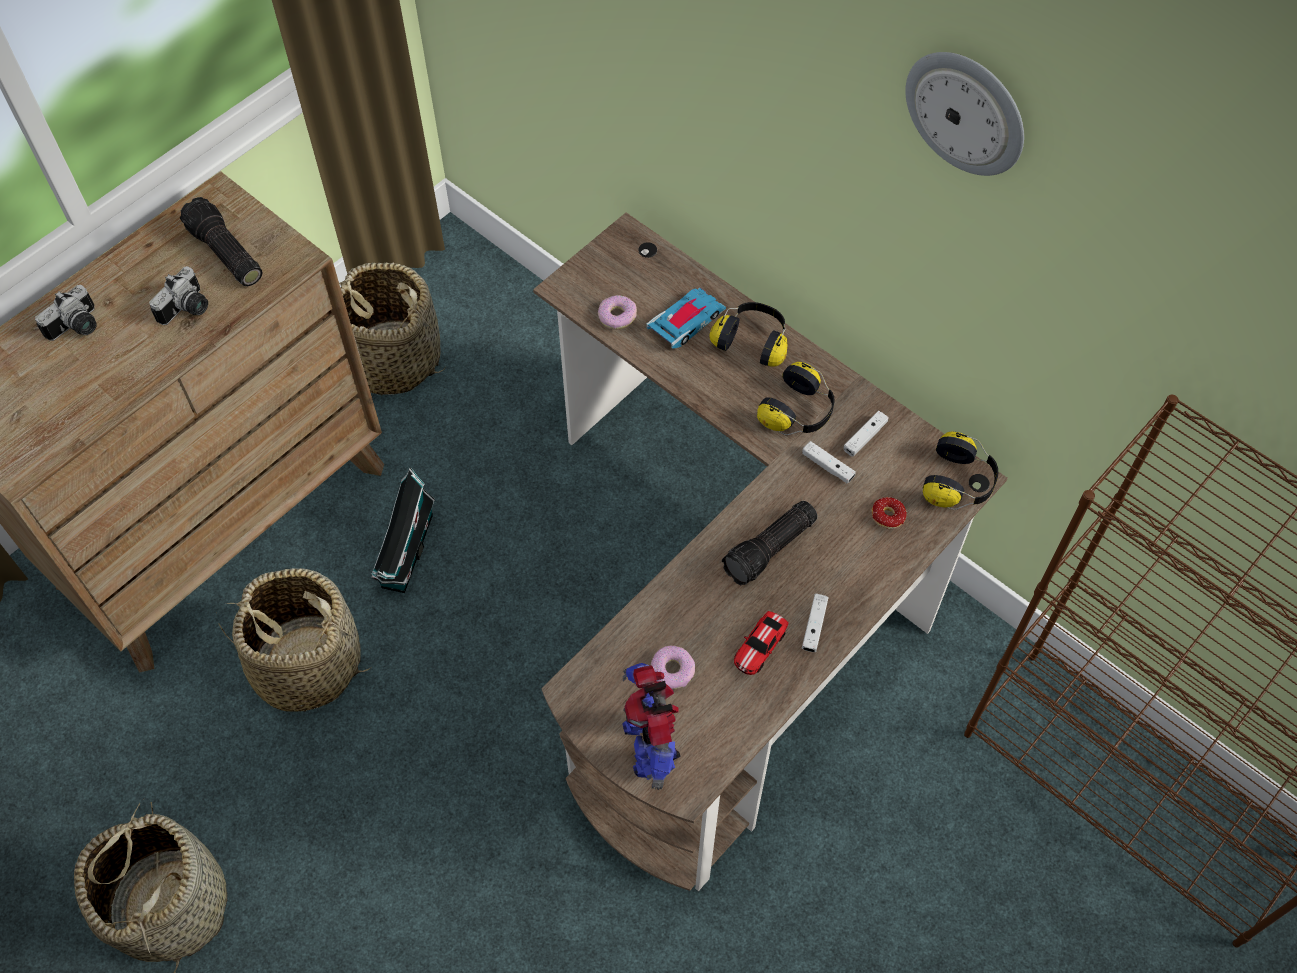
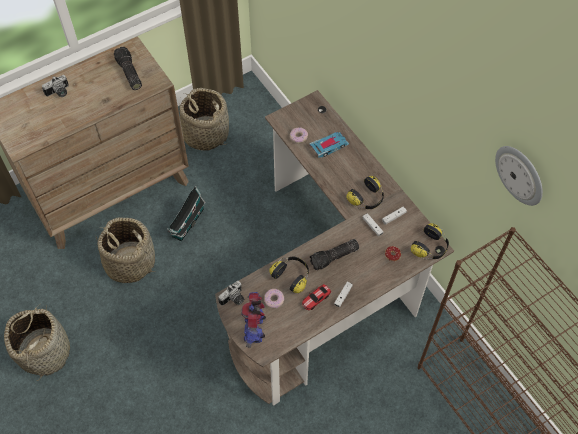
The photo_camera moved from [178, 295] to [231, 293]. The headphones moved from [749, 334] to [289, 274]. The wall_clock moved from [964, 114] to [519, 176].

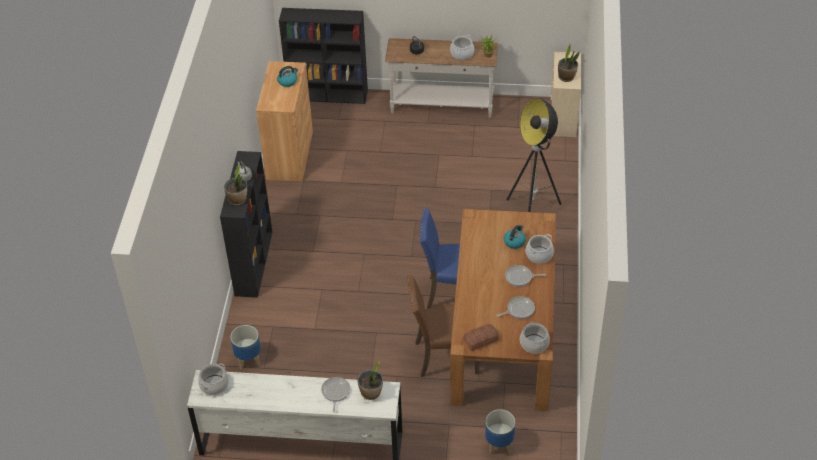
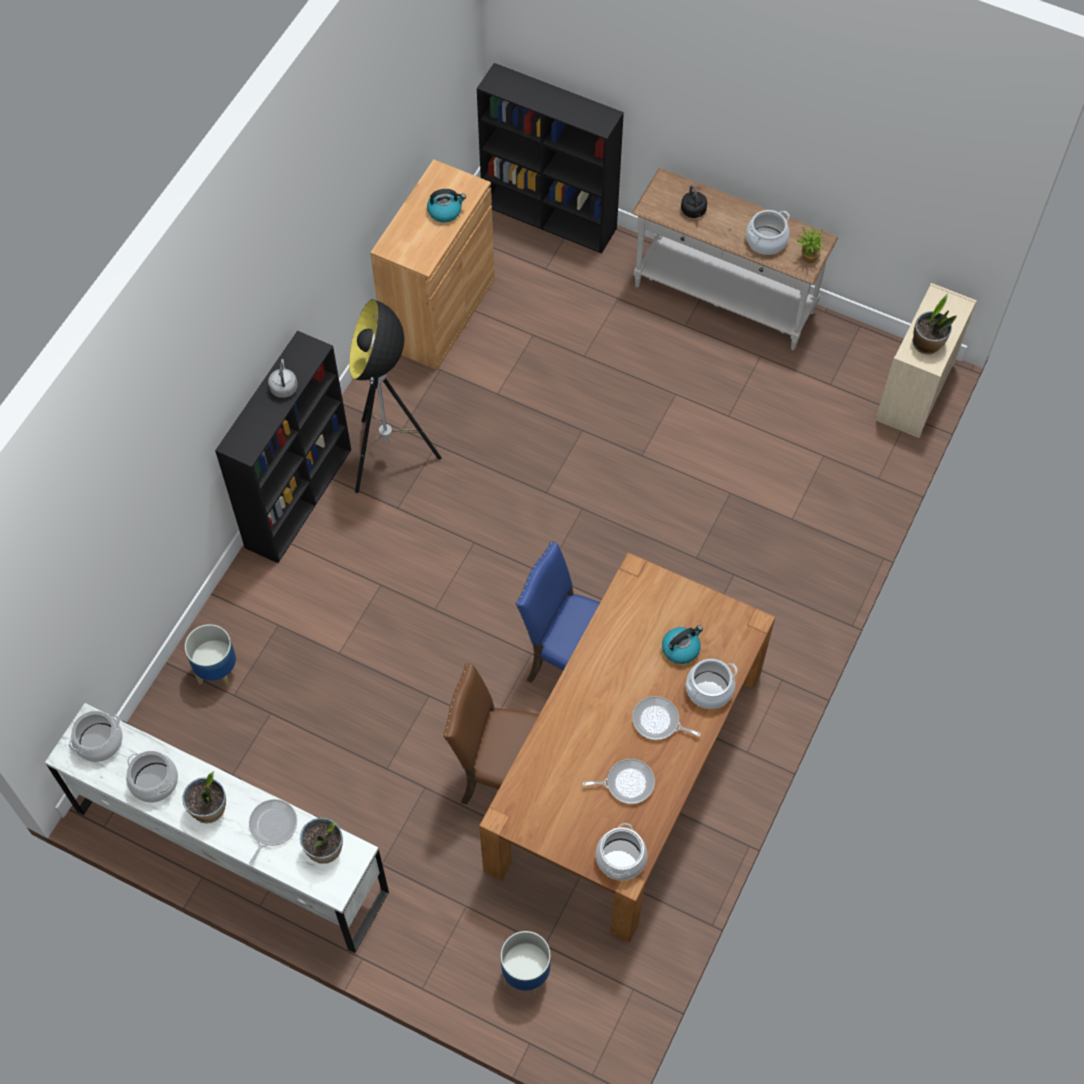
The potted_plant moved from [235, 184] to [204, 797]. The bread at [481, 337] disappeared. The floor_lamp moved from [533, 155] to [395, 396]. The cooking_pot at [152, 777] appeared.

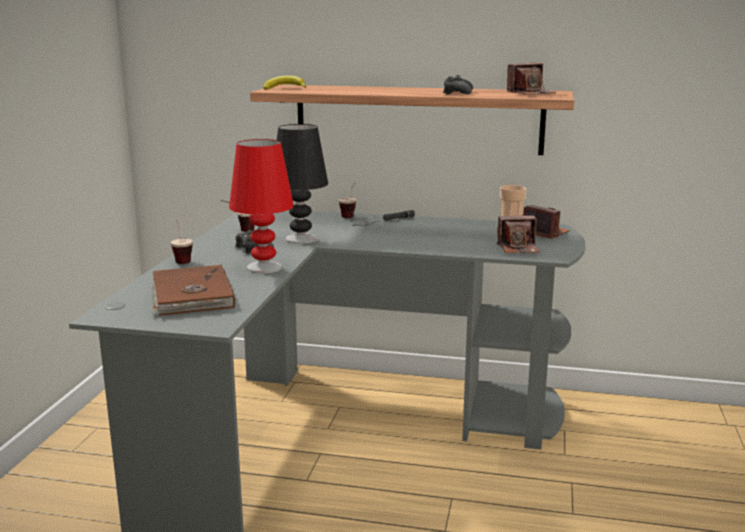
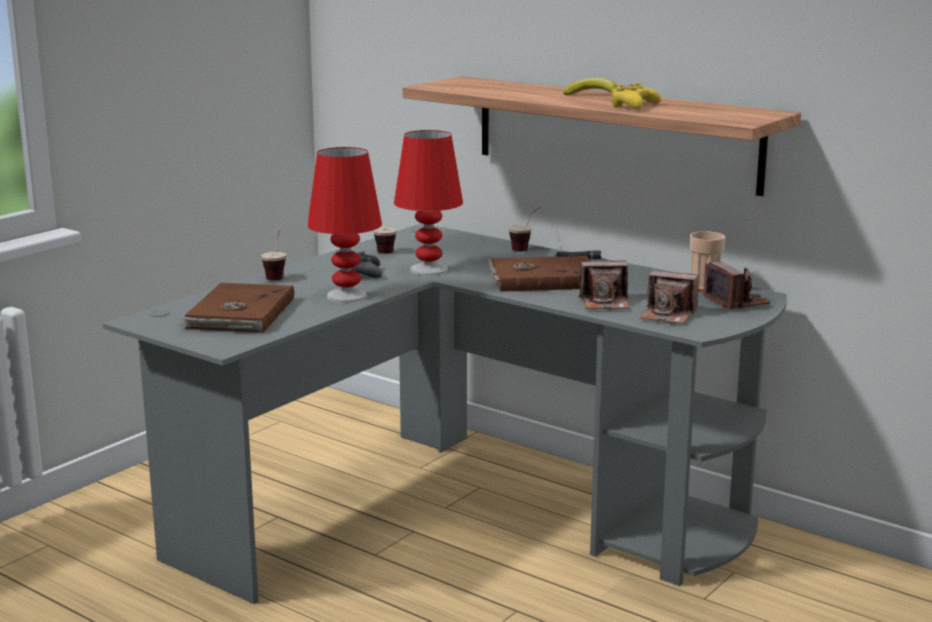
The banana moved from [285, 83] to [590, 86]. The black_table_lamp at [302, 184] became the red_table_lamp at [428, 203]. The black_game_controller at [458, 84] became the yellow_game_controller at [636, 96]. The photo_camera moved from [531, 78] to [603, 285]. The brown_book at [539, 274] appeared.

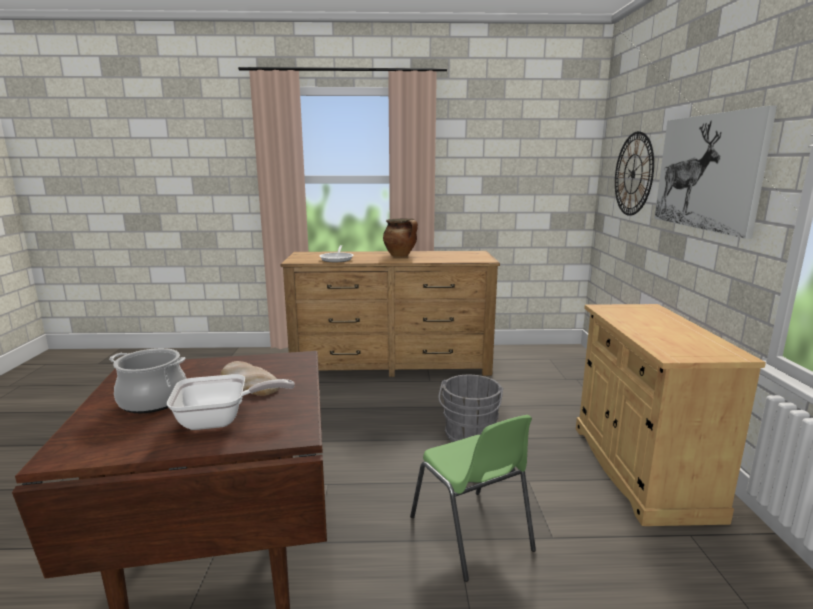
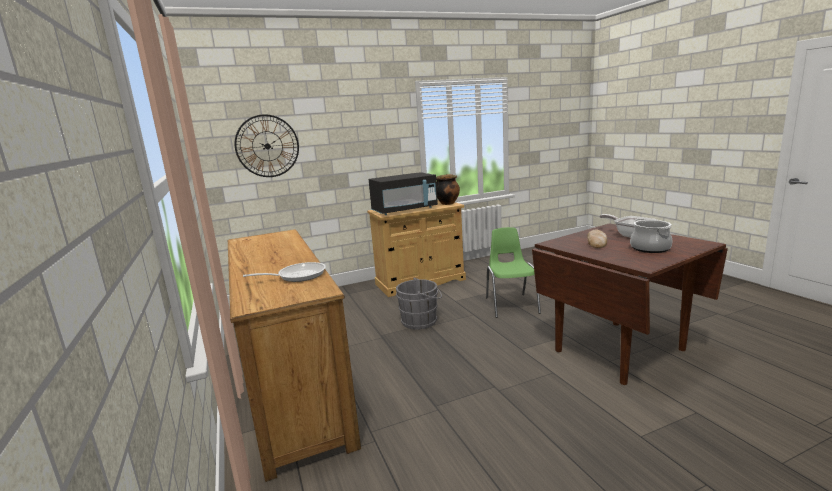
The cooking_pot moved from [400, 238] to [448, 189]. The green_chair at [473, 498] turned 45 degrees counterclockwise. The picture at [715, 172] disappeared. The black_microwave at [403, 193] appeared.

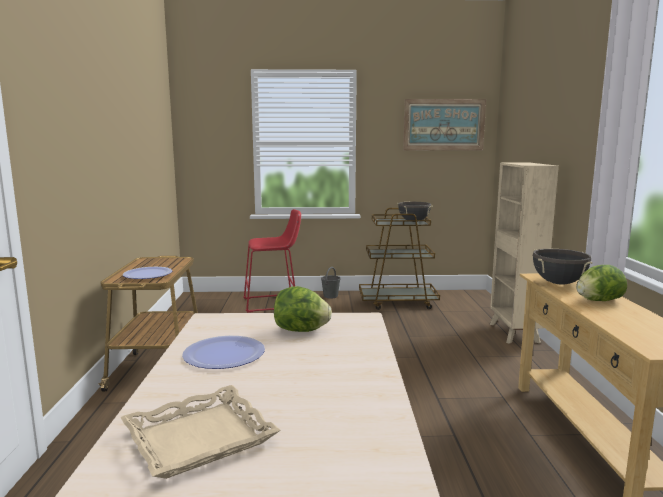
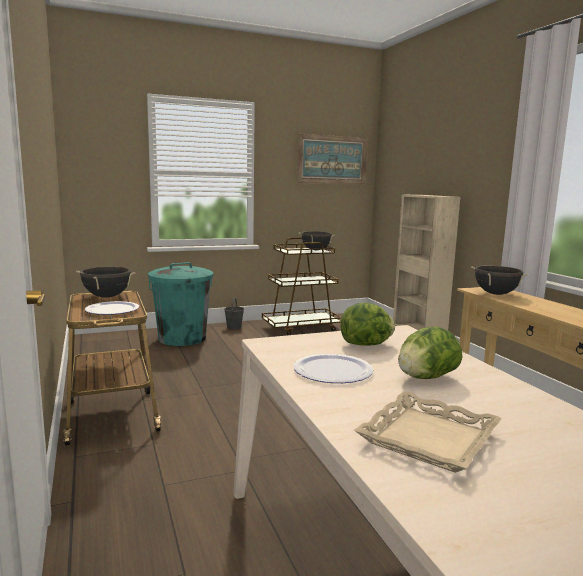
The red_stool at [272, 261] was replaced by the turquoise_trash_can at [180, 304]. The lettuce moved from [601, 283] to [430, 353]. The black_cooking_pot at [106, 282] appeared.

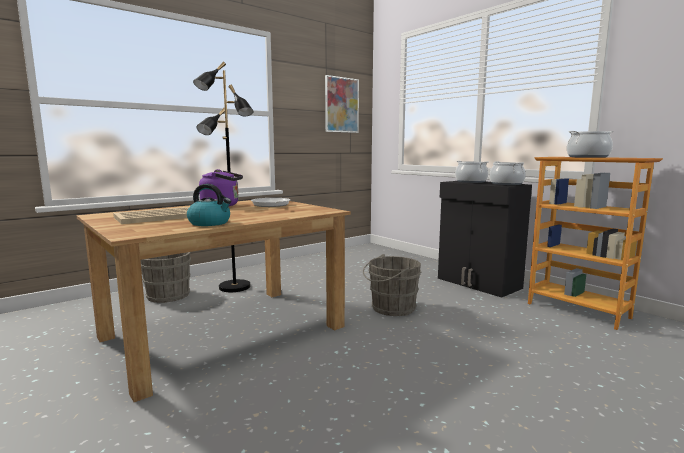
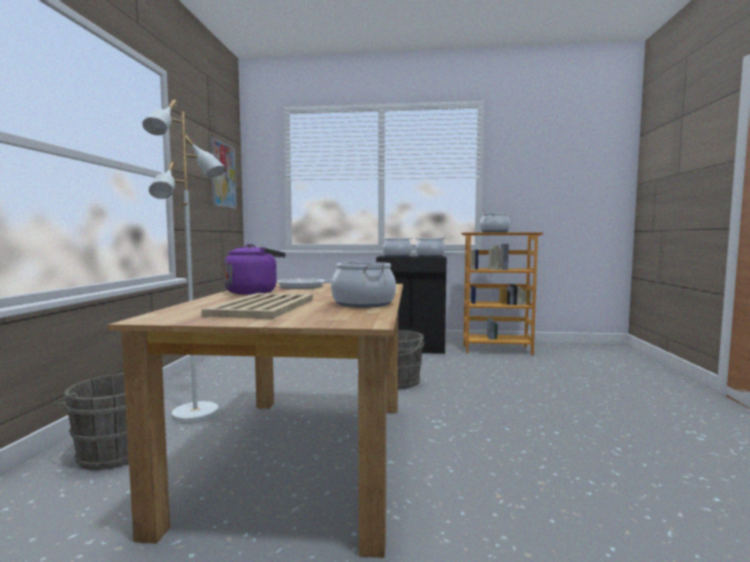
The kettle at [209, 205] was replaced by the cooking_pot at [363, 284]. The black_floor_lamp at [223, 177] became the white_floor_lamp at [183, 261].

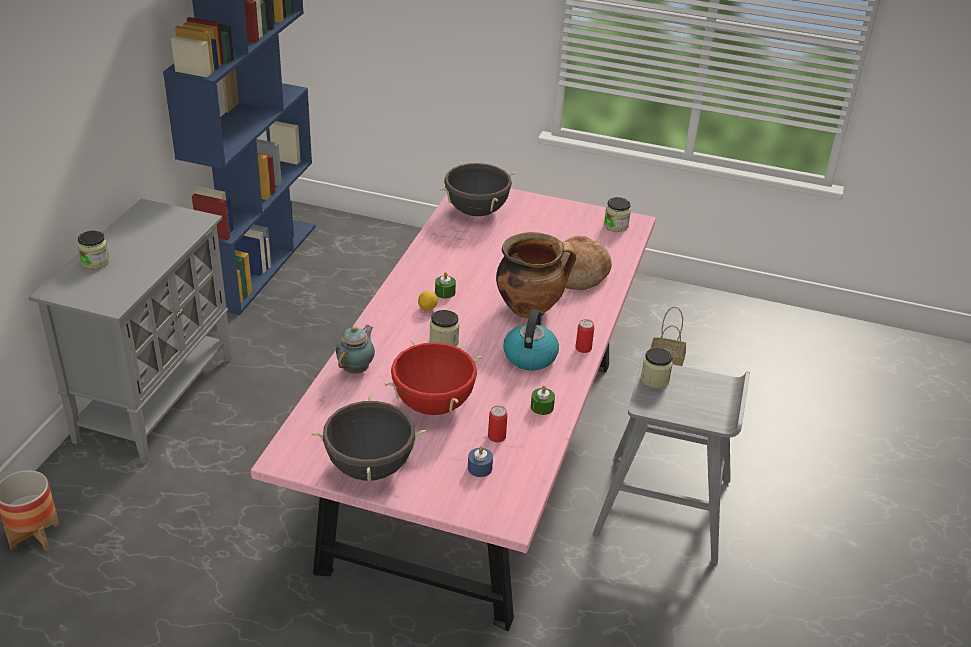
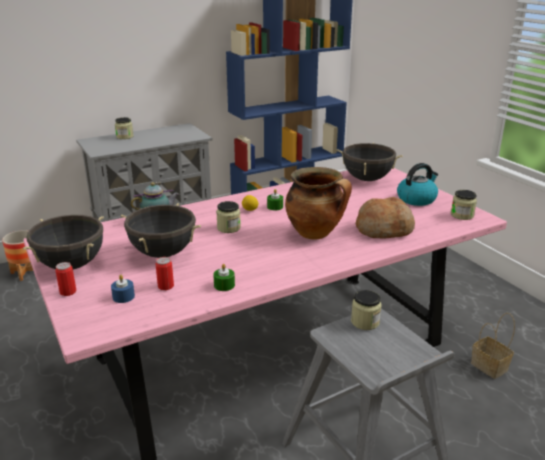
The red_cooking_pot at [433, 377] became the black_cooking_pot at [161, 230]. The kettle moved from [531, 339] to [417, 184]. The can moved from [585, 336] to [66, 279].

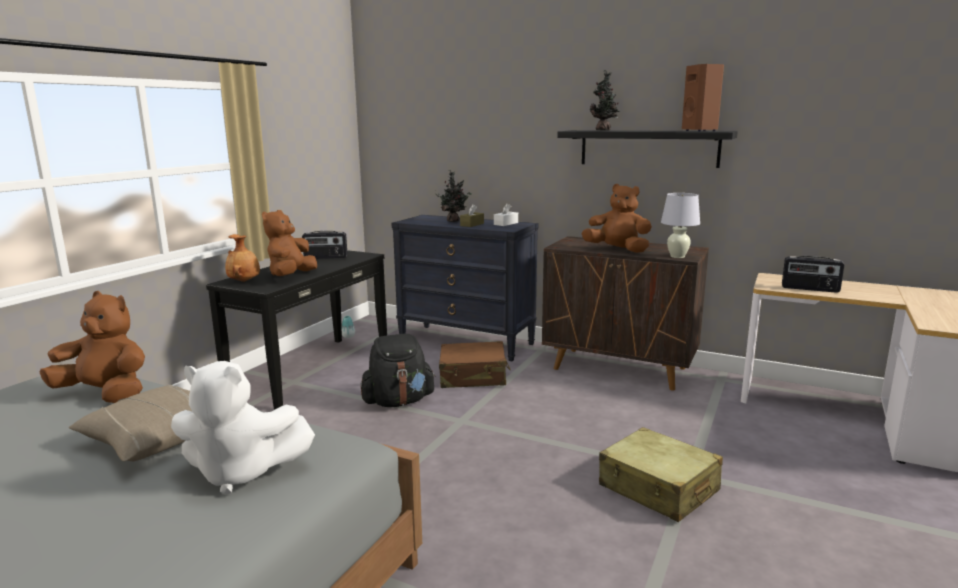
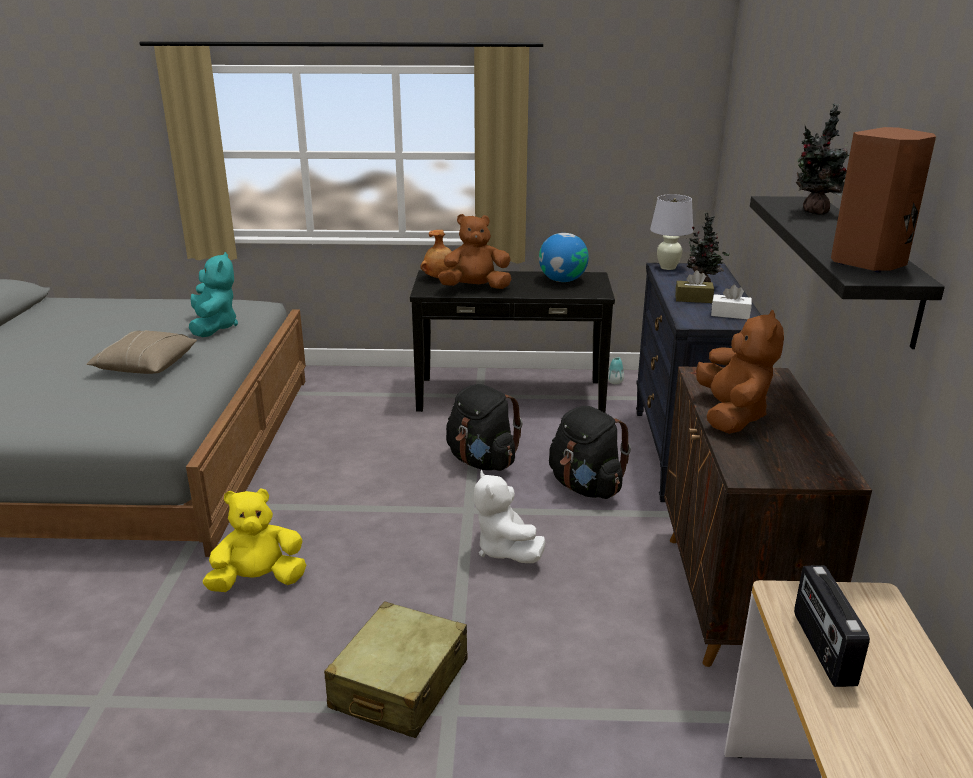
The brown_plush_toy at [92, 347] became the turquoise_plush_toy at [213, 294]. The white_plush_toy moved from [243, 428] to [510, 516]. The radio at [324, 245] was replaced by the globe at [564, 257]. The brown_suitcase at [474, 364] was replaced by the black_backpack at [590, 452]. The white_table_lamp moved from [680, 225] to [671, 232]. The yellow_plush_toy at [254, 540] appeared.

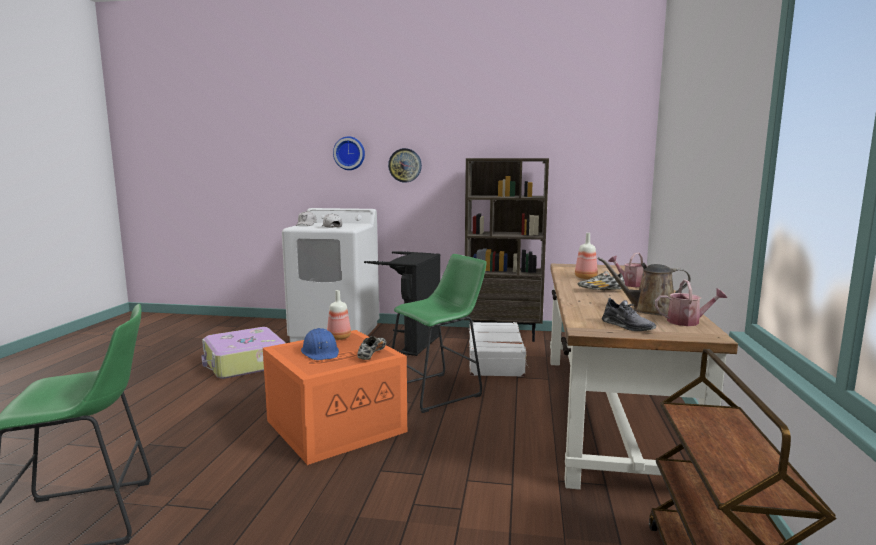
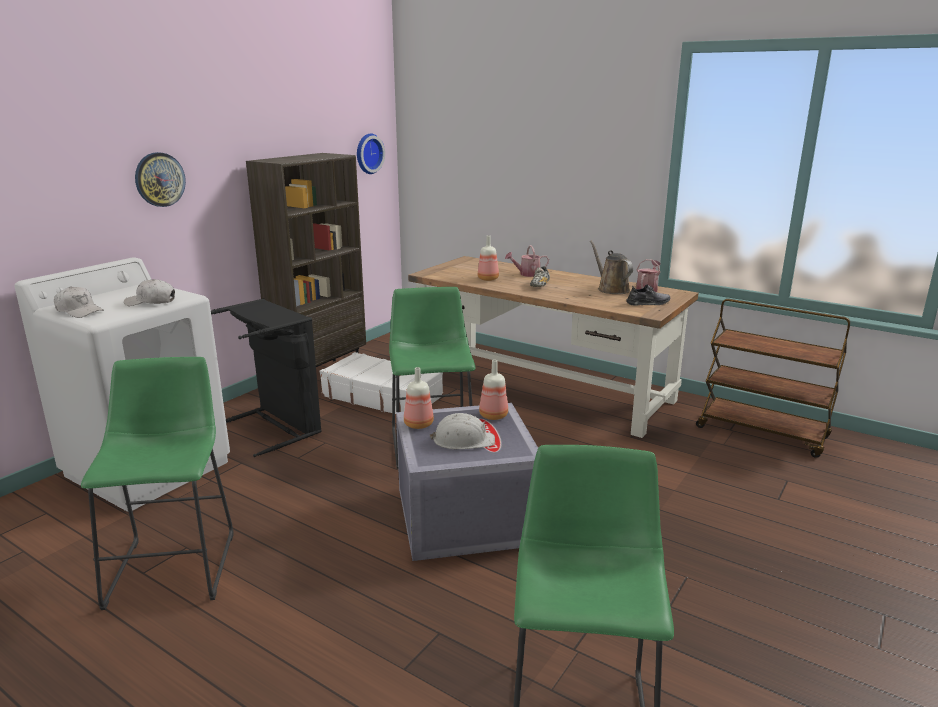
The suitcase at [243, 353] was replaced by the green_stool at [157, 483]. The orange_storage_box at [335, 397] became the grey_storage_box at [467, 482]. The blue_hard_hat at [320, 344] became the white_hard_hat at [462, 431]. The wall_clock moved from [349, 153] to [371, 153]. The shoe at [371, 348] was replaced by the bottle at [493, 390]. The brown_watering_can at [644, 286] turned 120 degrees clockwise.

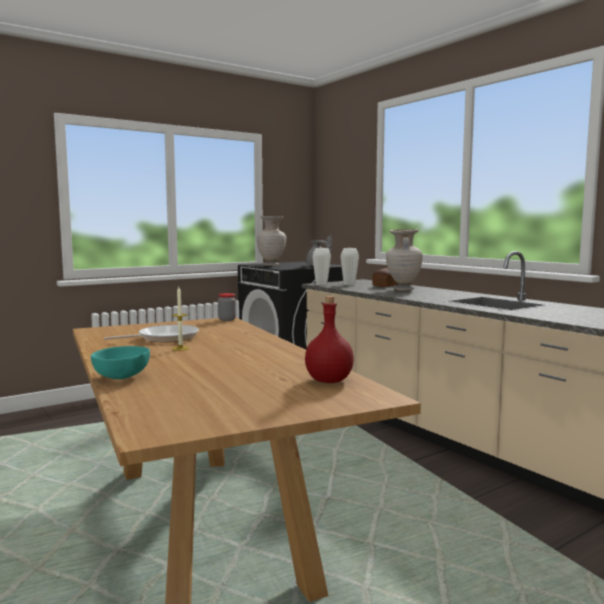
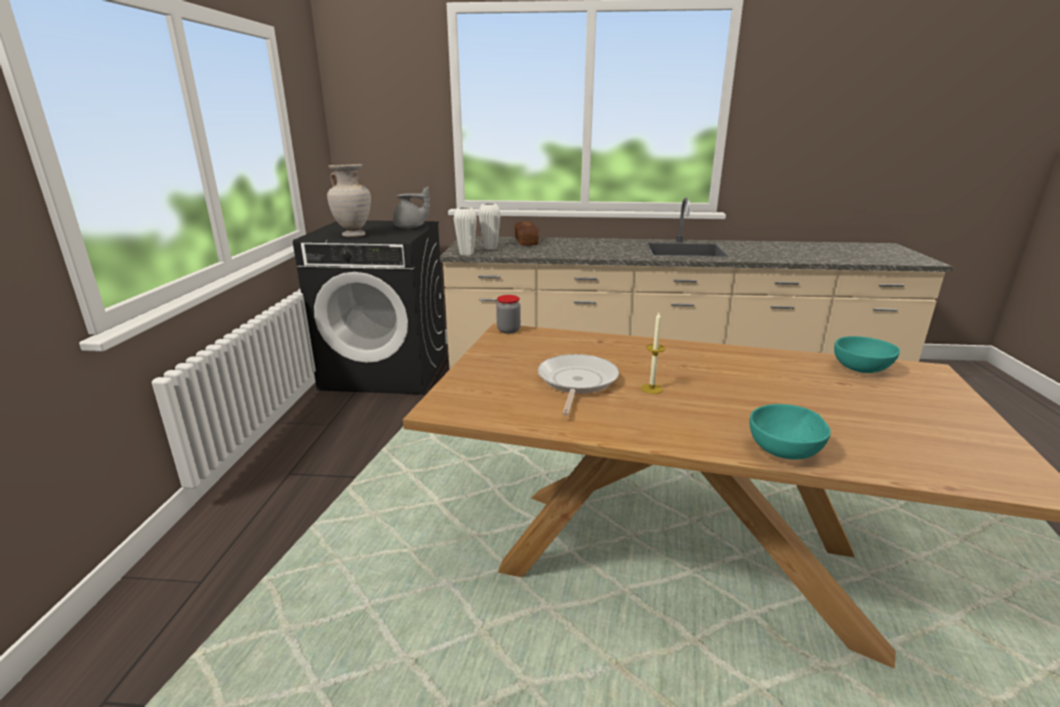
The red_bottle at [329, 339] was replaced by the turquoise_bowl at [867, 354]. The beige_vase at [404, 260] disappeared.

